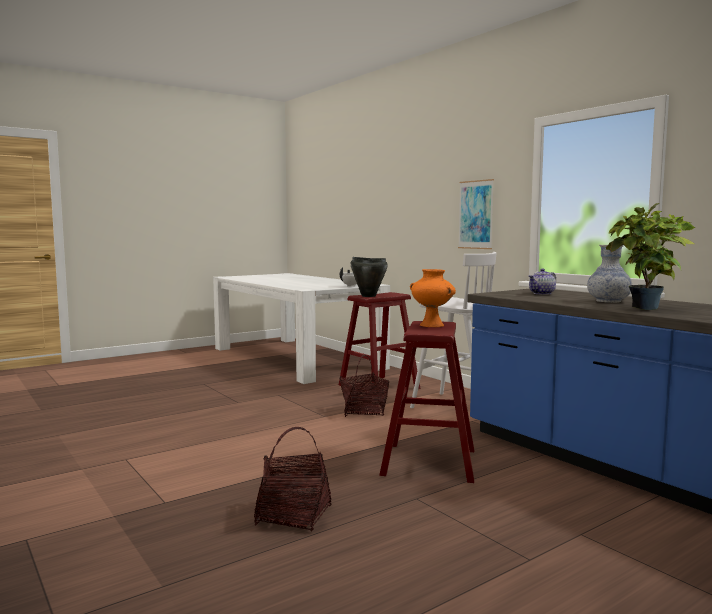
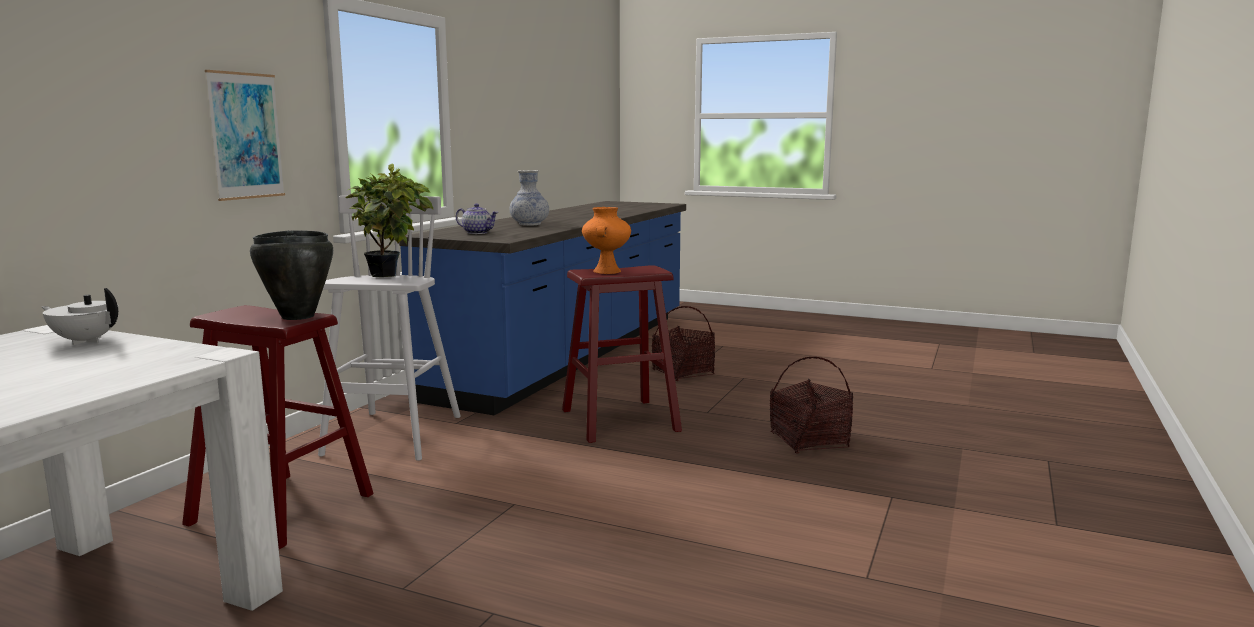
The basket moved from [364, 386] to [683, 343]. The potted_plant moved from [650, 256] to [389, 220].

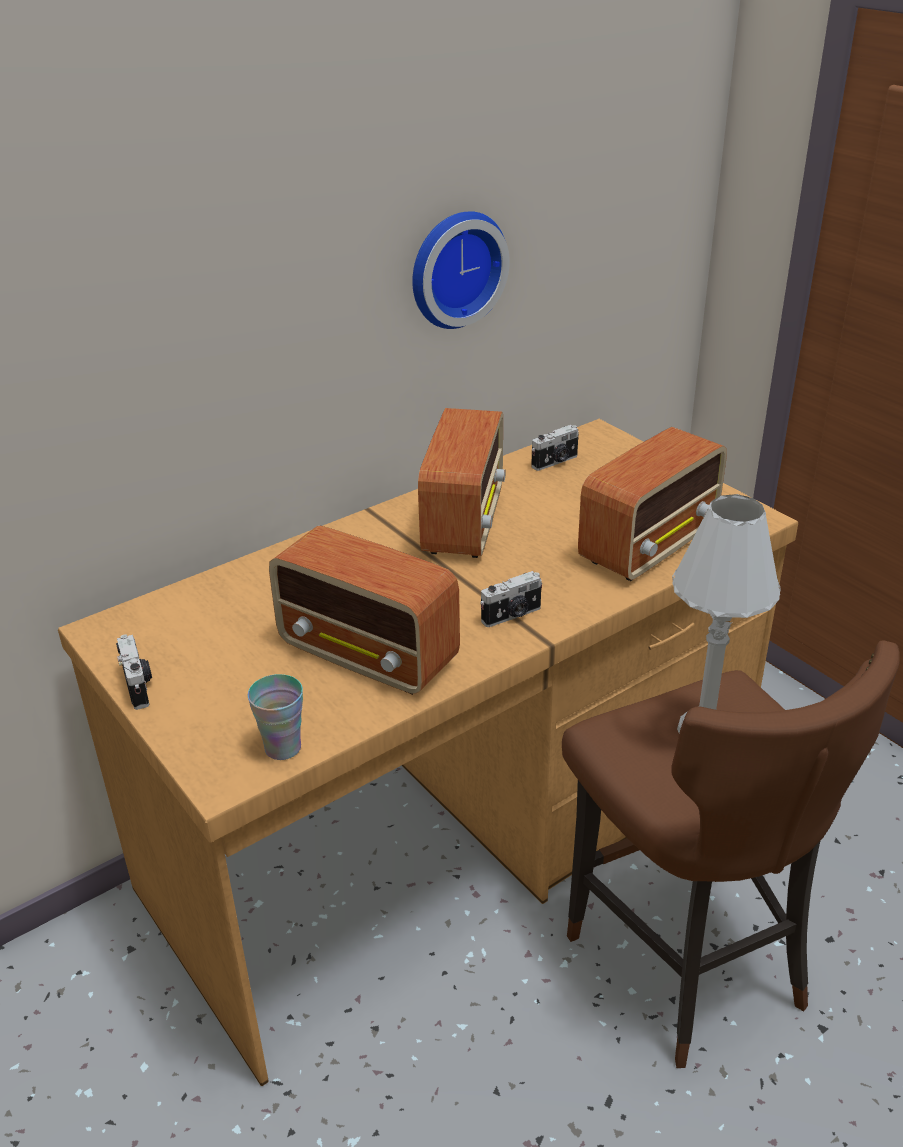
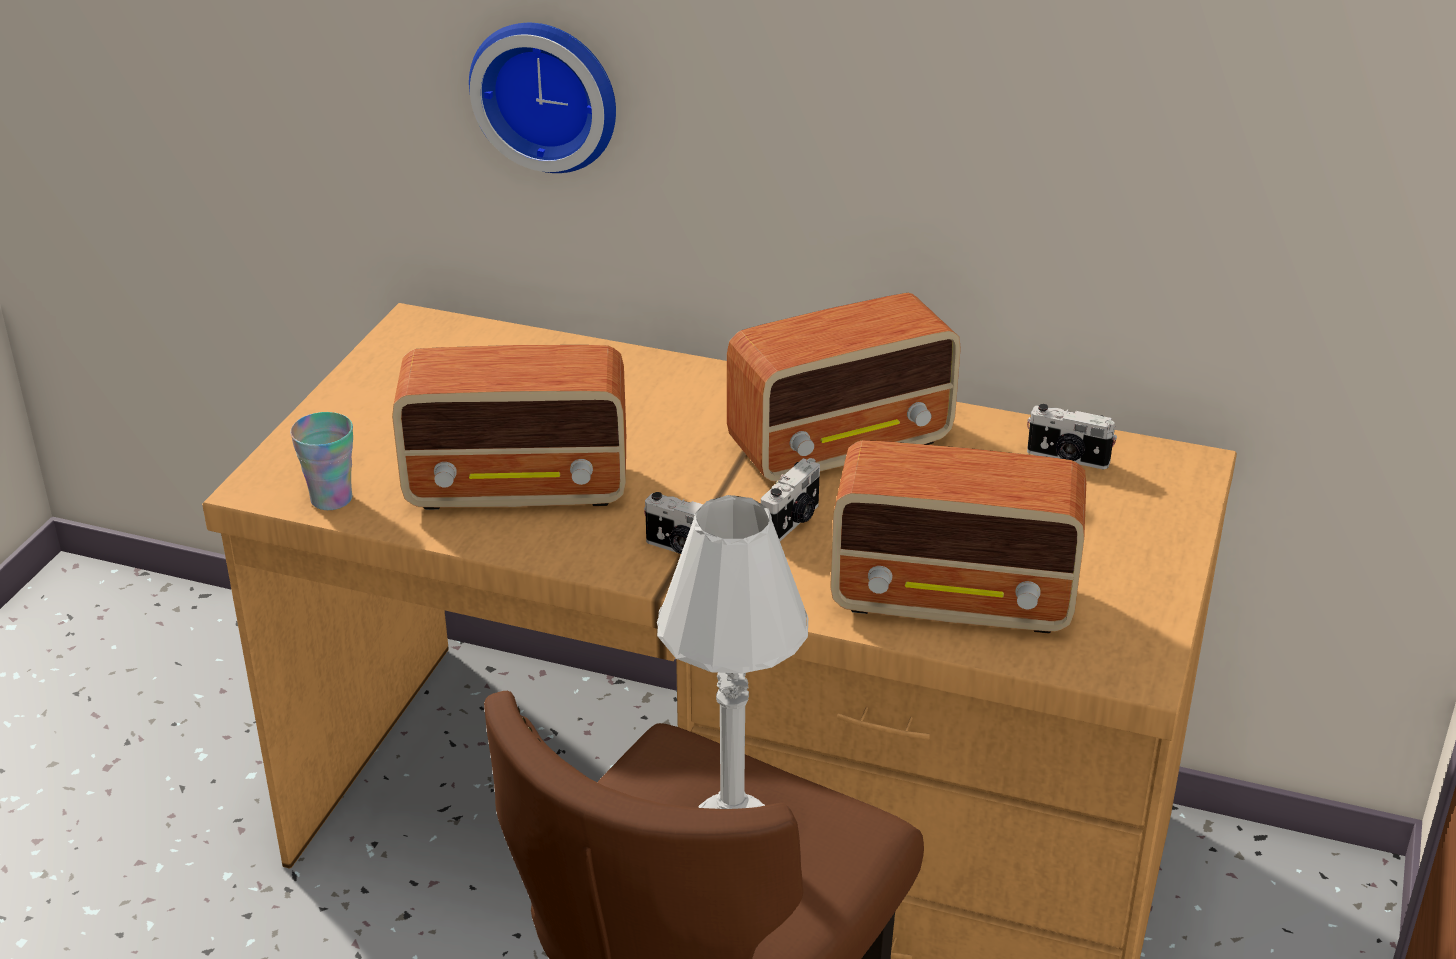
The photo_camera moved from [134, 672] to [790, 499]. The radio at [364, 610] turned 90 degrees counterclockwise. The wall_clock moved from [461, 270] to [542, 98].

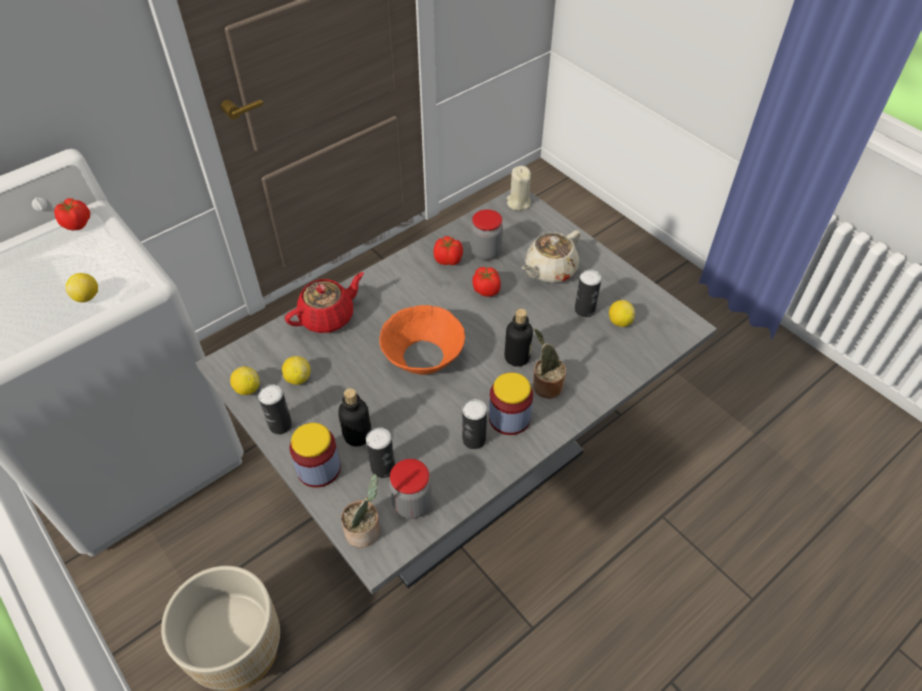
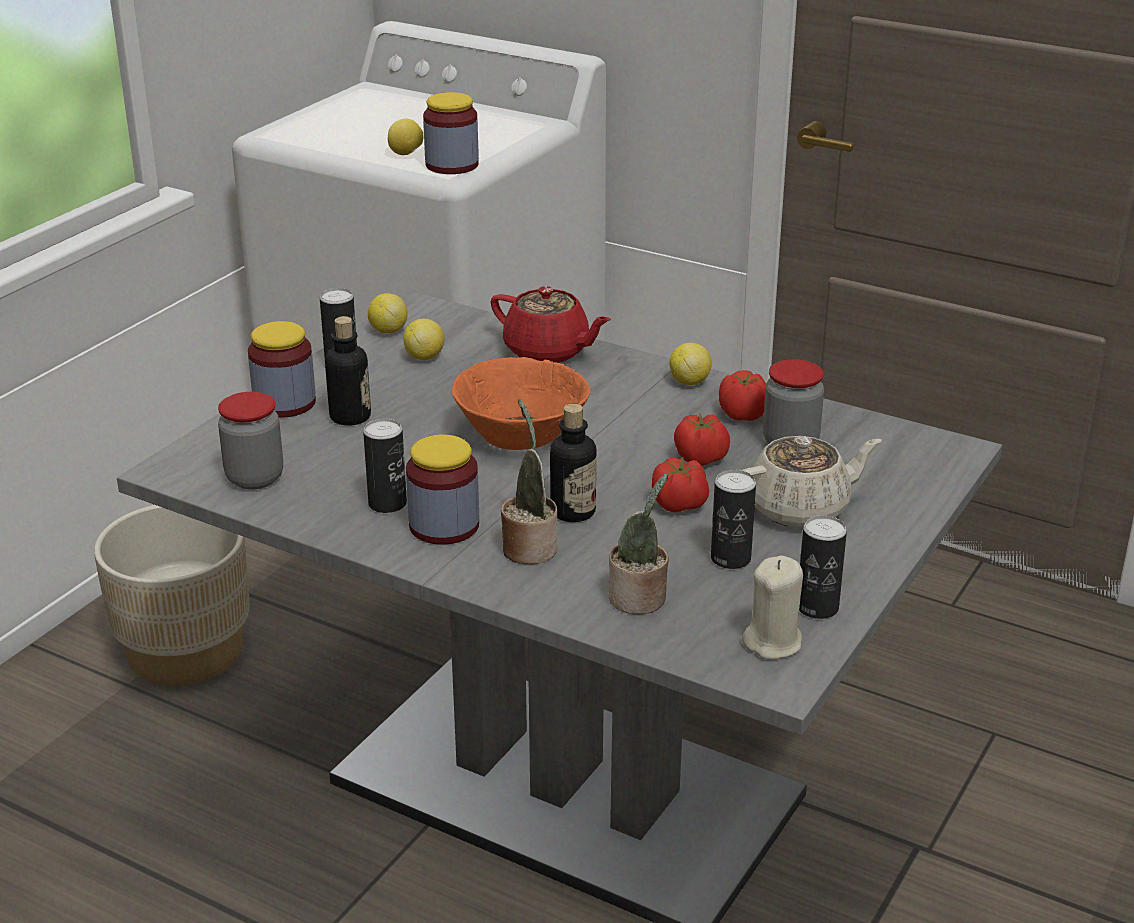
The tomato moved from [72, 214] to [680, 485]. The potted_plant moved from [360, 511] to [639, 543]. The can moved from [380, 452] to [823, 567]. The beige_candle moved from [519, 188] to [772, 607]. The beige_teapot at [551, 256] turned 135 degrees clockwise. The lemon moved from [622, 313] to [690, 364]. The jar at [451, 133] appeared.

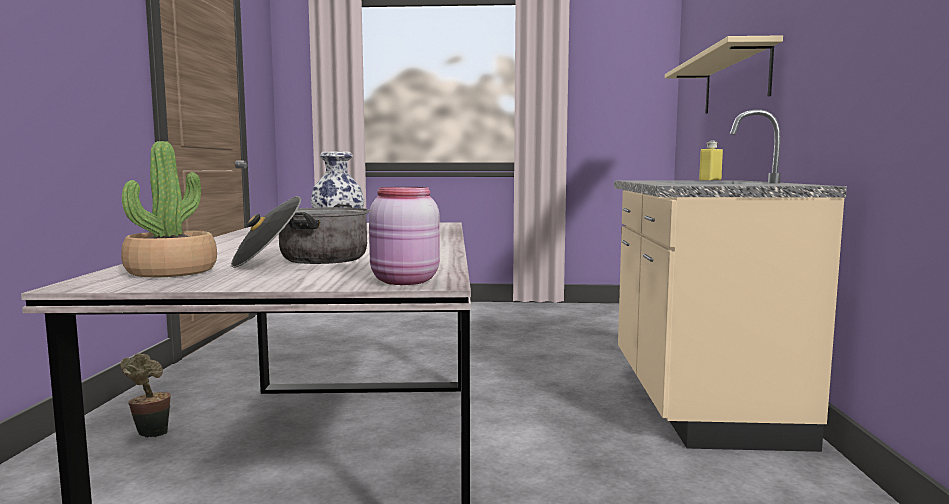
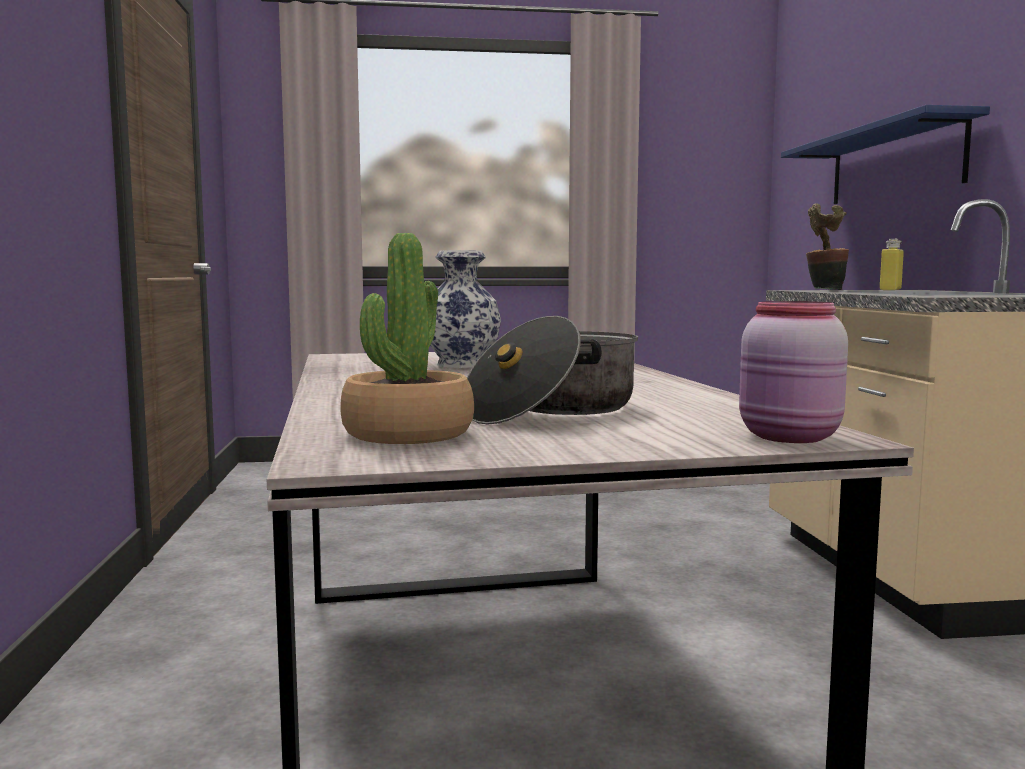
The potted_plant moved from [145, 395] to [827, 246]. The beige_shelf at [724, 74] became the blue_shelf at [885, 154].

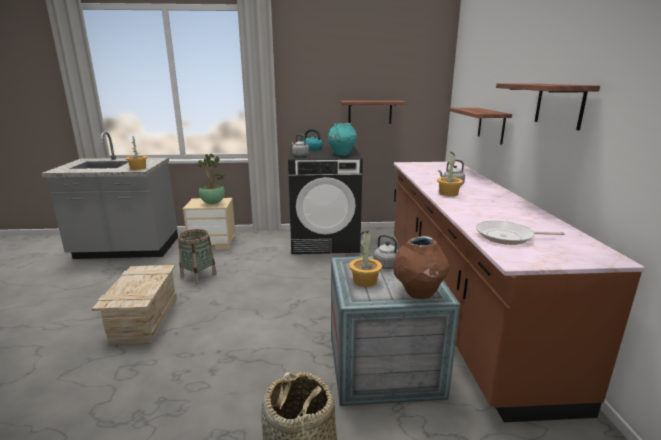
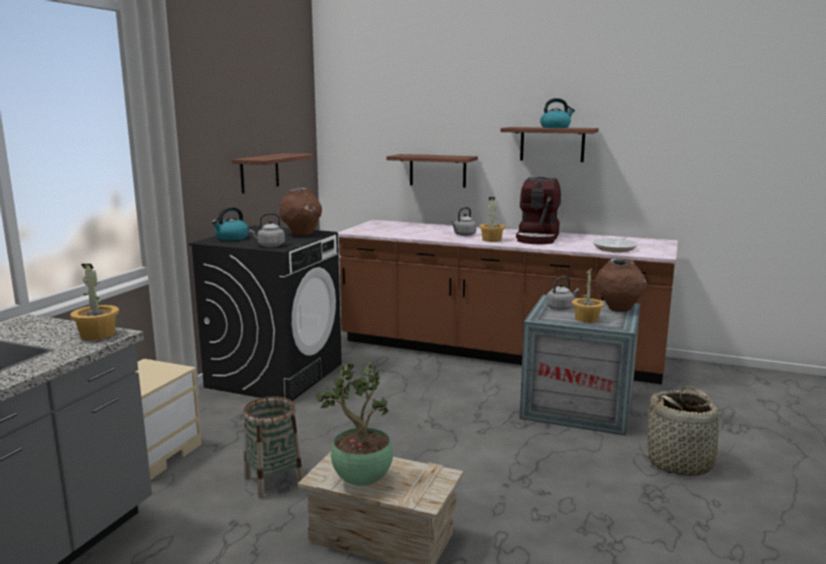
The potted_plant moved from [211, 178] to [354, 424]. The turquoise_vase at [342, 139] became the brown_vase at [300, 212]. The coffee_machine at [538, 210] appeared. The kettle at [557, 113] appeared.

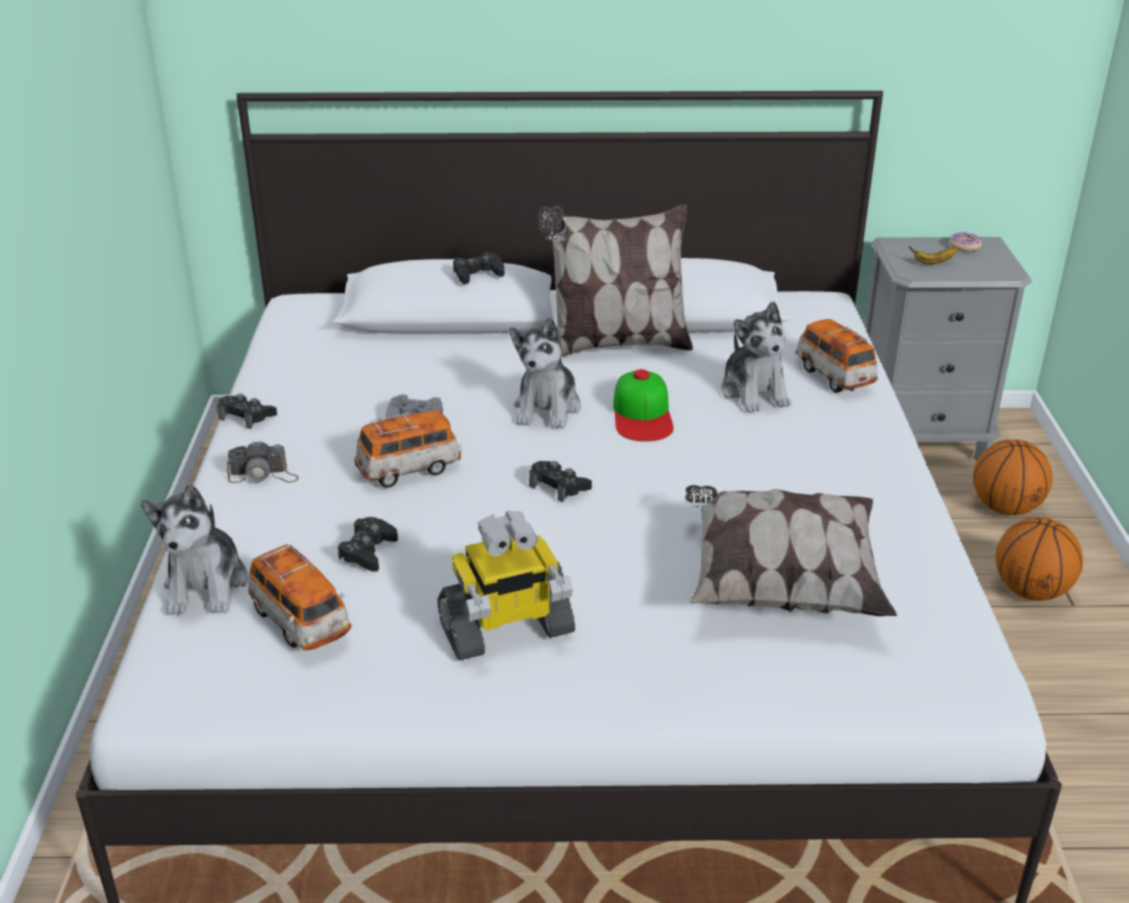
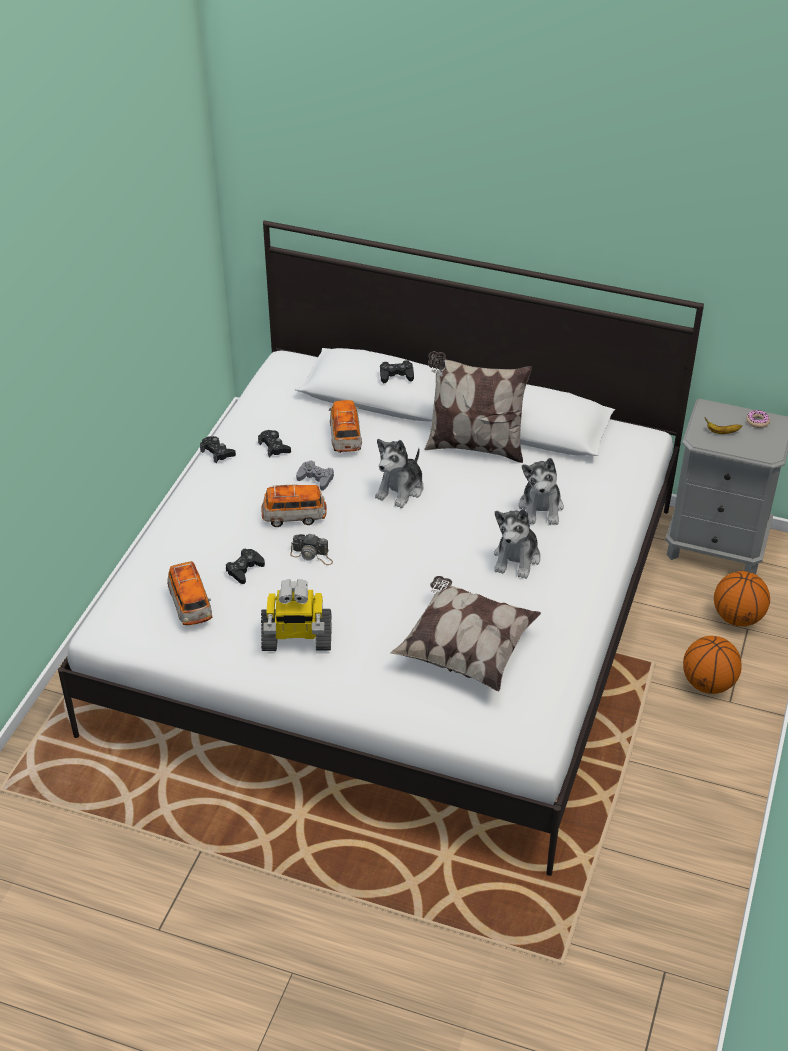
The plush_toy moved from [194, 549] to [517, 544]. The photo_camera moved from [263, 461] to [311, 549]. The black_game_controller moved from [560, 482] to [274, 443]. The cap at [643, 405] disappeared. The toy_car moved from [836, 356] to [345, 426].

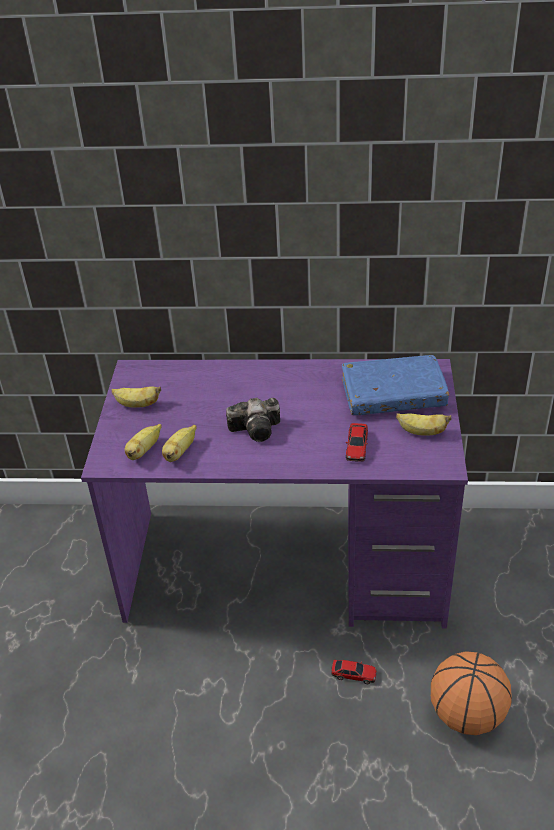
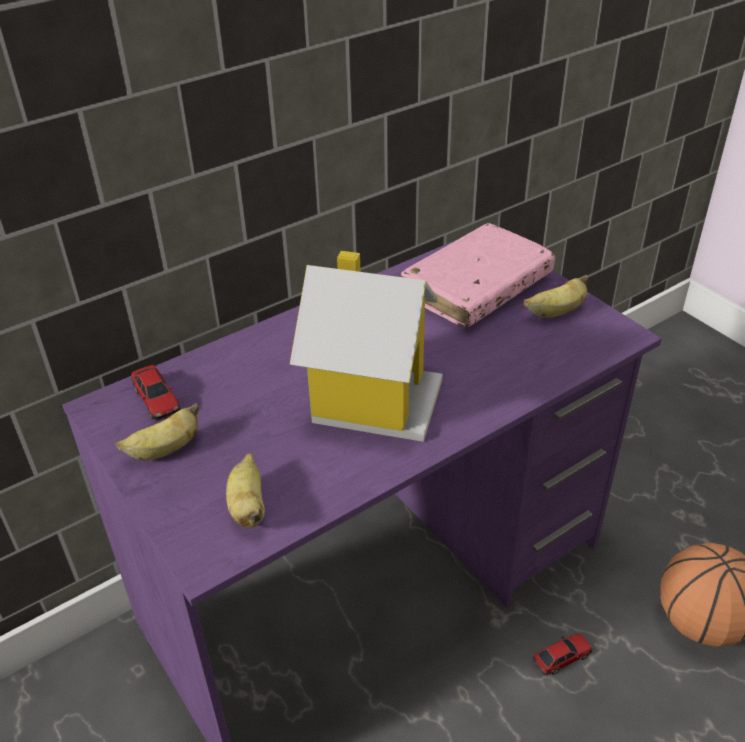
The banana at [179, 443] disappeared. The photo_camera at [253, 420] was replaced by the toy_house at [366, 346]. The blue_book at [395, 385] became the pink_book at [478, 275]. The toy_car moved from [357, 442] to [155, 393].

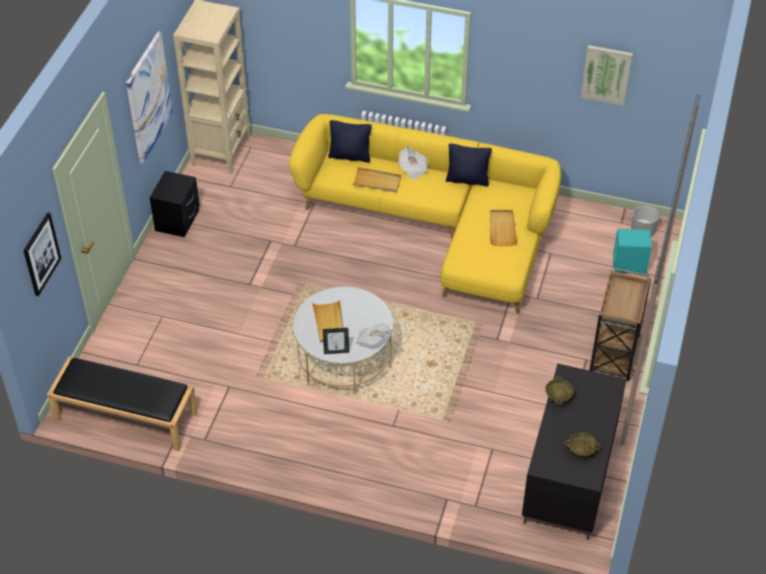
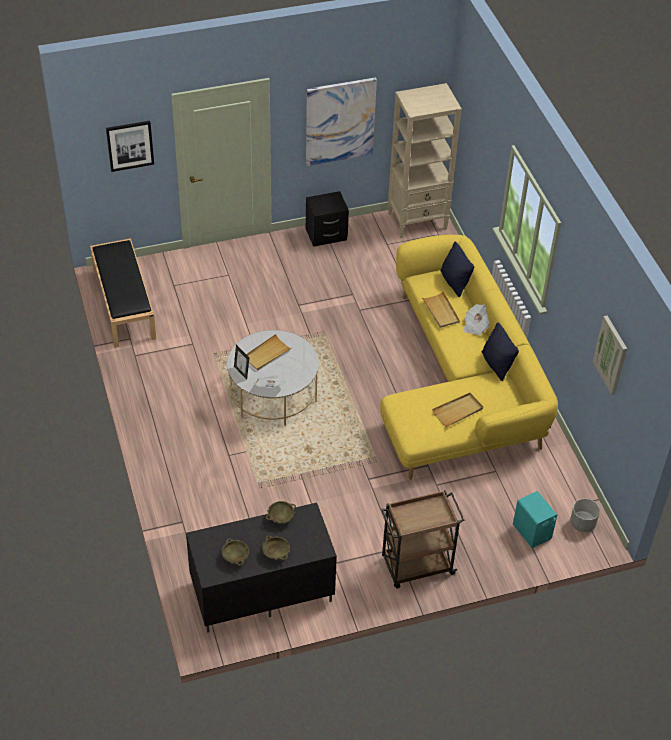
The beige_bowl at [276, 548] appeared.

